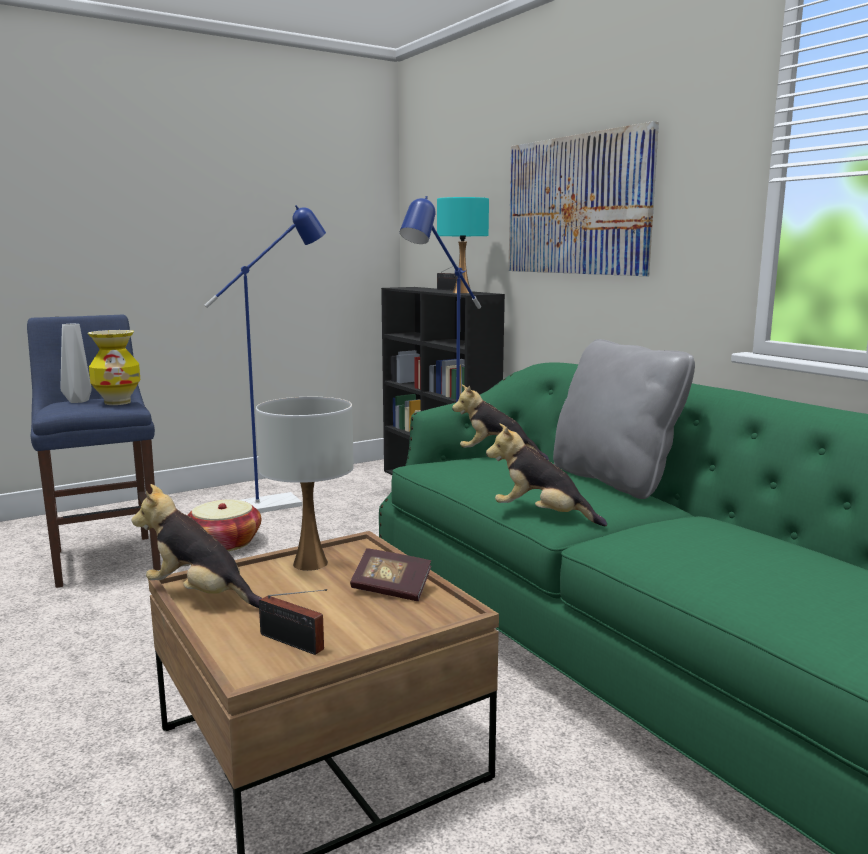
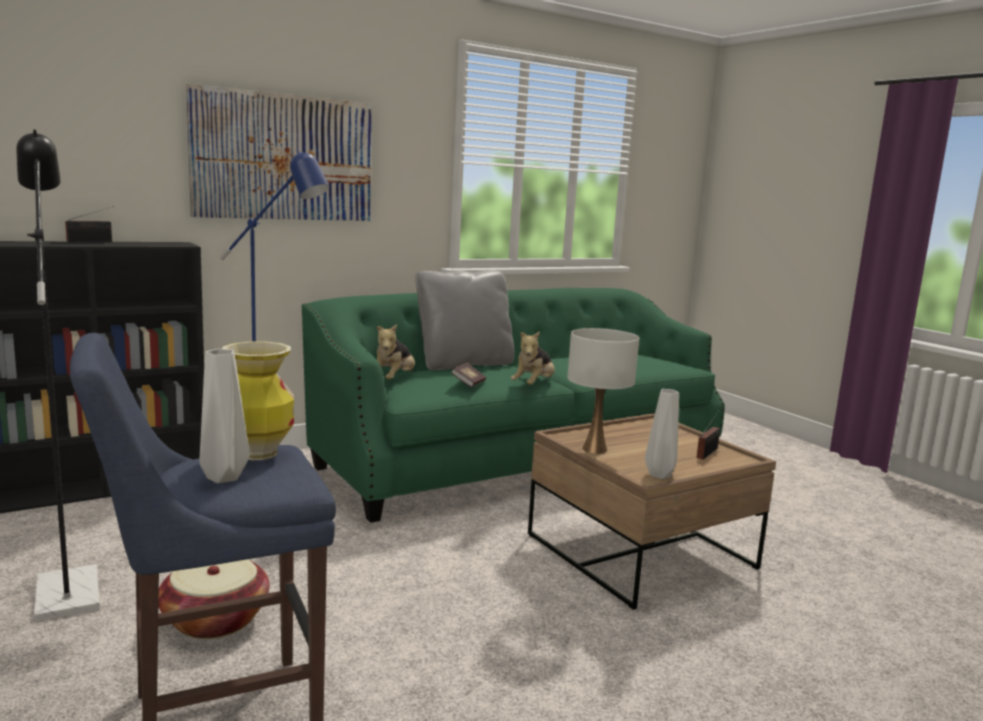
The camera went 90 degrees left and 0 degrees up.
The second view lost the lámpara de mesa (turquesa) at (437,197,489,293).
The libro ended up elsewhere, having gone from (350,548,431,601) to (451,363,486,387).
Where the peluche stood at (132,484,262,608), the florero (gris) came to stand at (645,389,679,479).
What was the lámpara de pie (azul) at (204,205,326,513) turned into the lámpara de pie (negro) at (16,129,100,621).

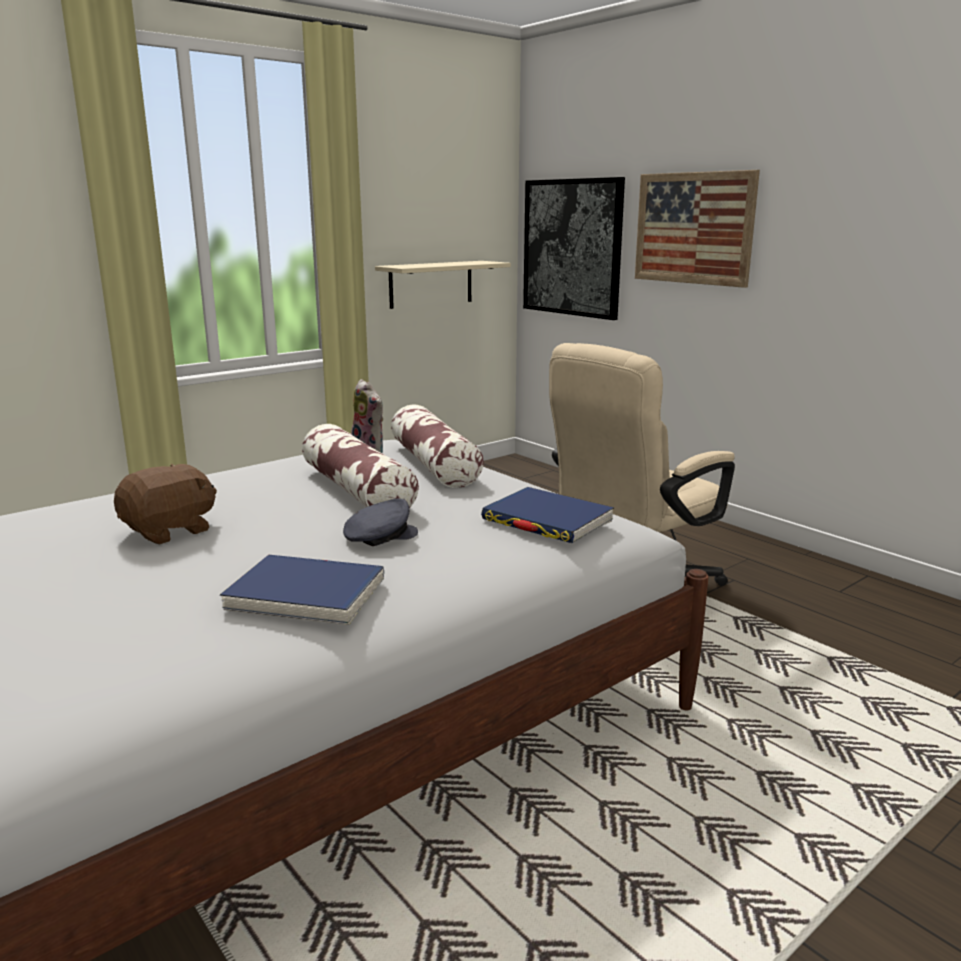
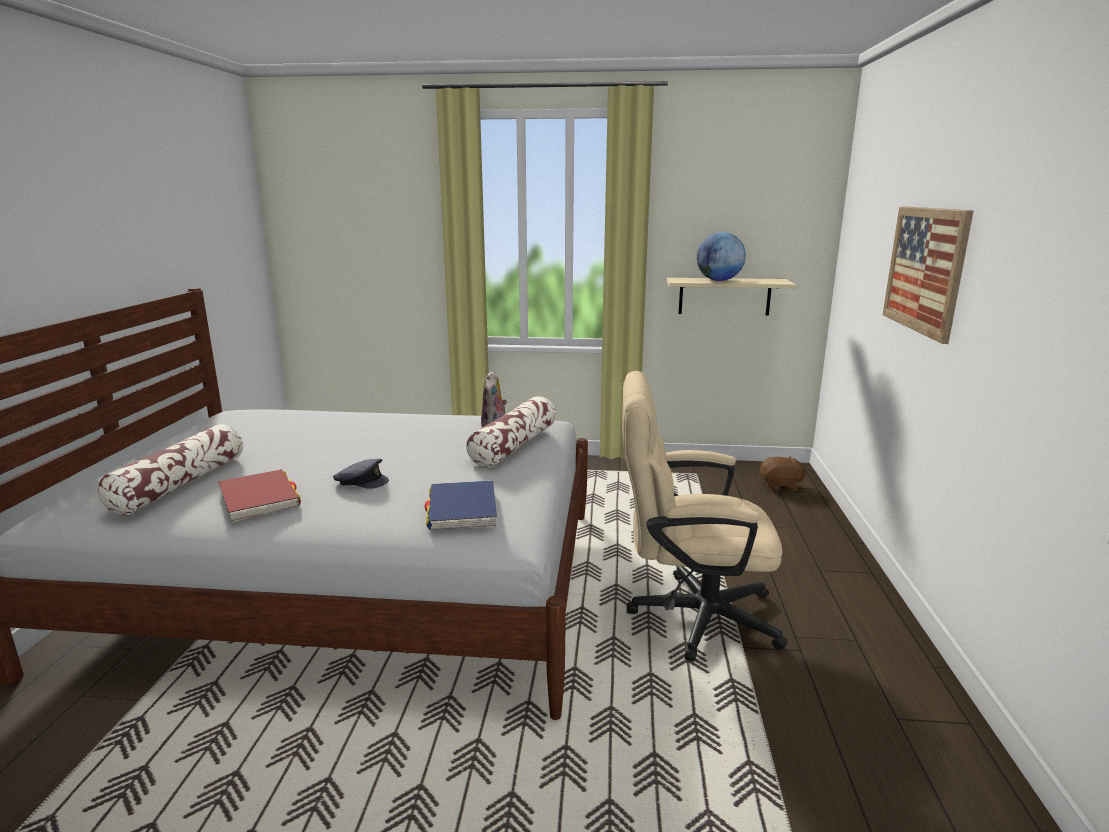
The camera went 45 degrees right and 0 degrees up.
The second view lost the cuadro at (523,177,625,320).
The second view gained the globo terráqueo at (697,232,746,281).
The peluche (marrón) ended up elsewhere, having gone from (114,464,217,544) to (760,456,807,491).
The cojín ended up elsewhere, having gone from (302,424,419,508) to (98,424,243,515).
What was the libro (azul) at (220,555,384,625) turned into the libro (rojo) at (218,469,301,522).

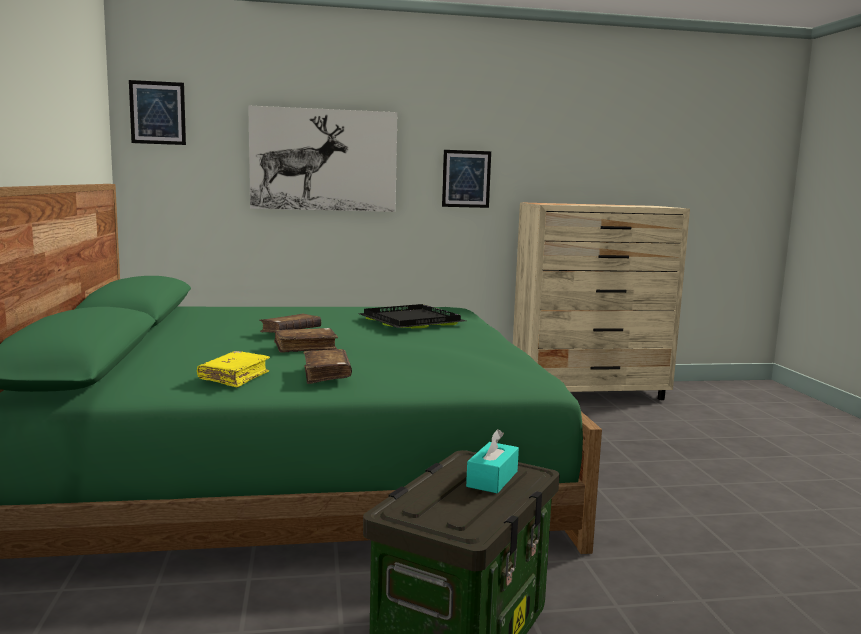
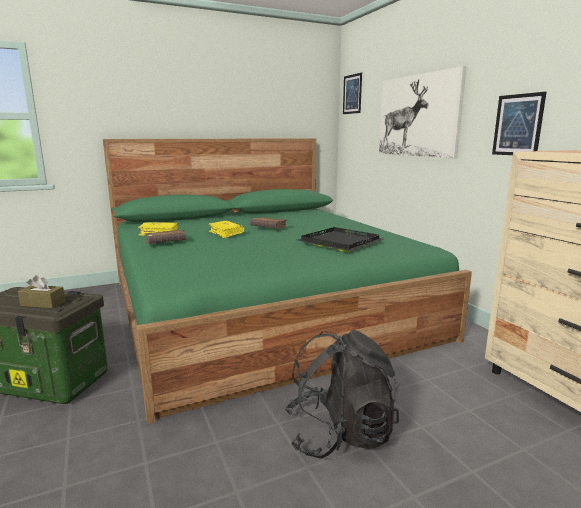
The camera went 75 degrees right and 5 degrees up.
The second view gained the mochila (negro) at (285,330,399,459).
What was the libro (marrón) at (274,328,338,353) turned into the libro (amarillo) at (208,221,244,238).
What was the caja de pañuelos (turquesa) at (466,429,519,493) turned into the caja de pañuelos (marrón) at (18,275,65,308).

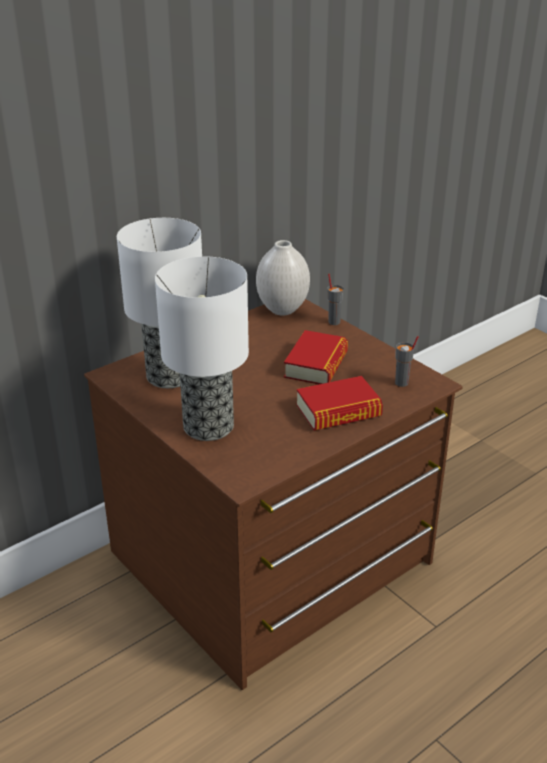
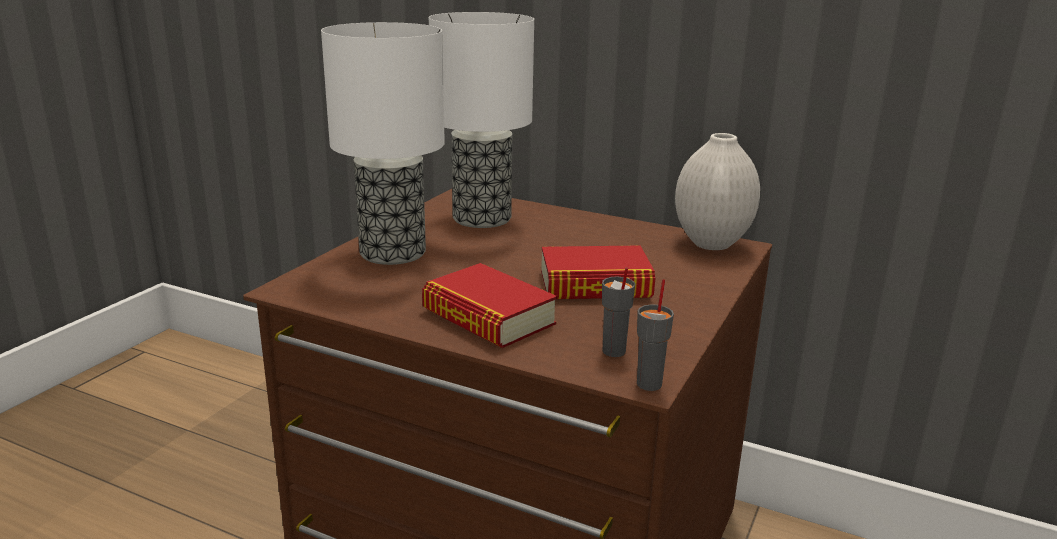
The camera went 65 degrees right and 10 degrees down.
The taza (gris) ended up elsewhere, having gone from (328,274,344,325) to (637,279,674,391).

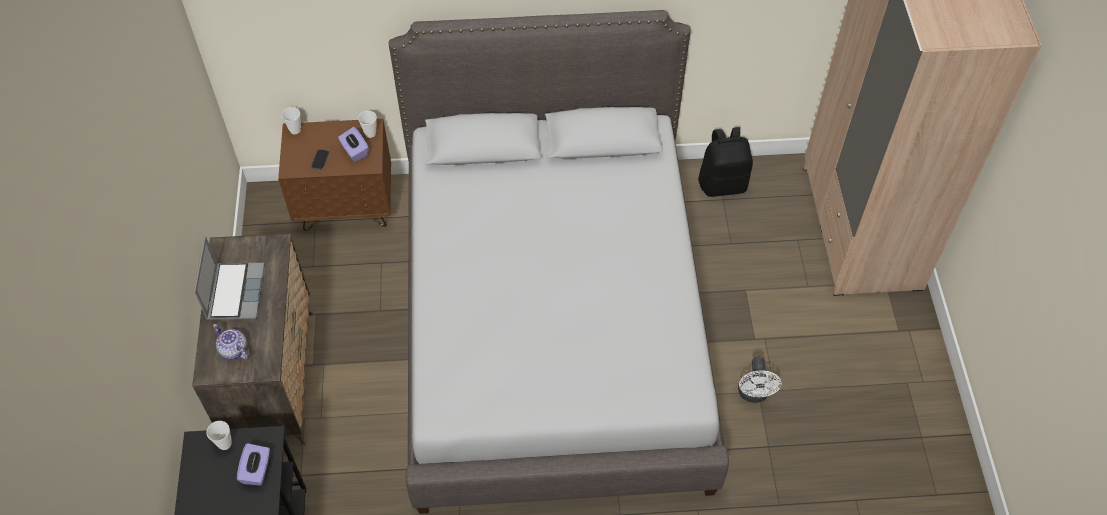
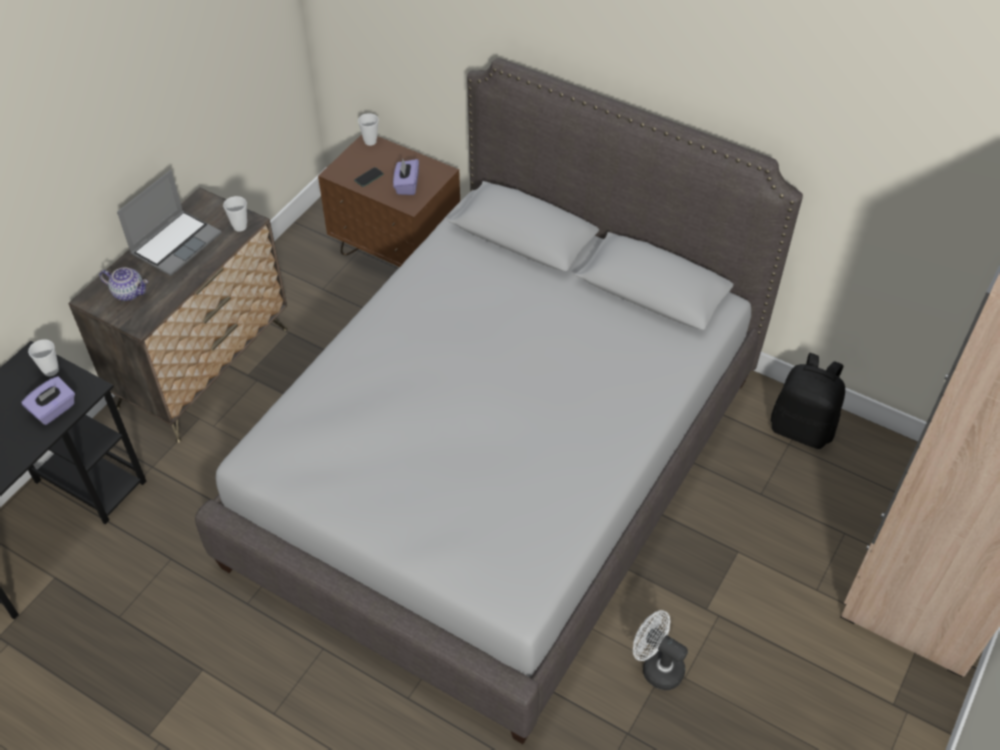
The camera went 35 degrees right and 5 degrees down.
The taza ended up elsewhere, having gone from (358,111,377,138) to (223,196,247,232).
The tetera at (213,324,248,360) ended up facing another way, 120 degrees clockwise from before.
The ventilador (blanco) at (738,357,782,403) ended up facing another way, 90 degrees clockwise from before.

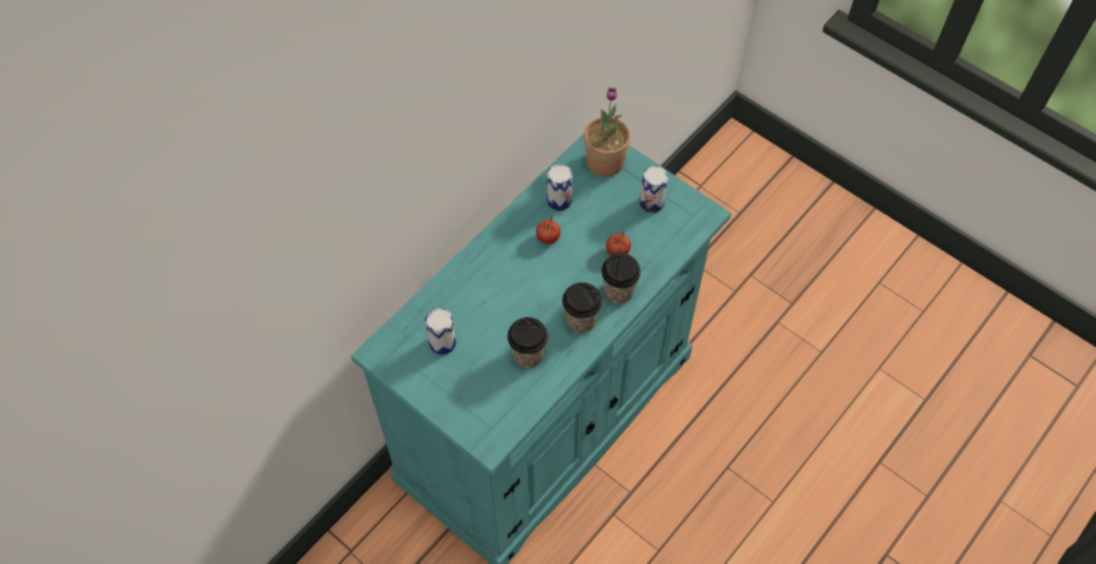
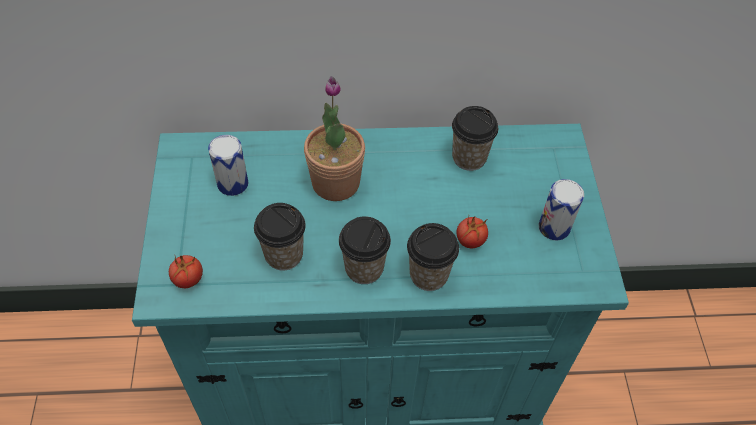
The camera went 45 degrees right and 5 degrees down.
The tomate ended up elsewhere, having gone from (536,217,561,244) to (169,254,203,288).
The planta en maceta ended up elsewhere, having gone from (584,87,631,177) to (304,76,365,201).
Where the lata stood at (547,164,573,211), the taza came to stand at (452,106,498,171).

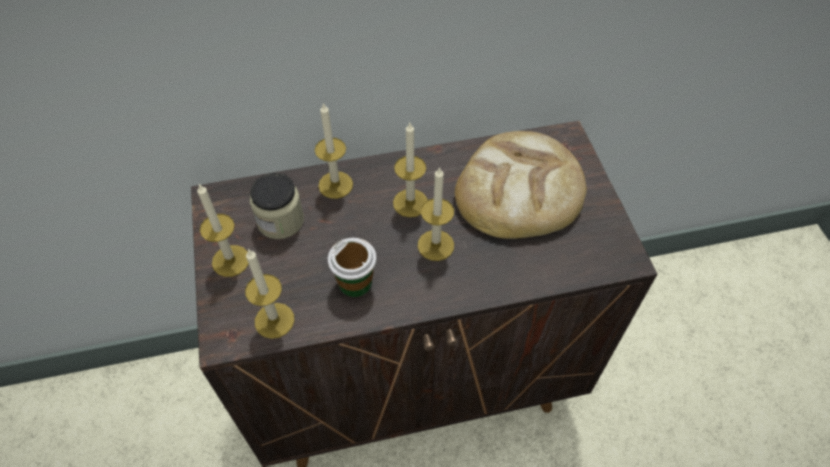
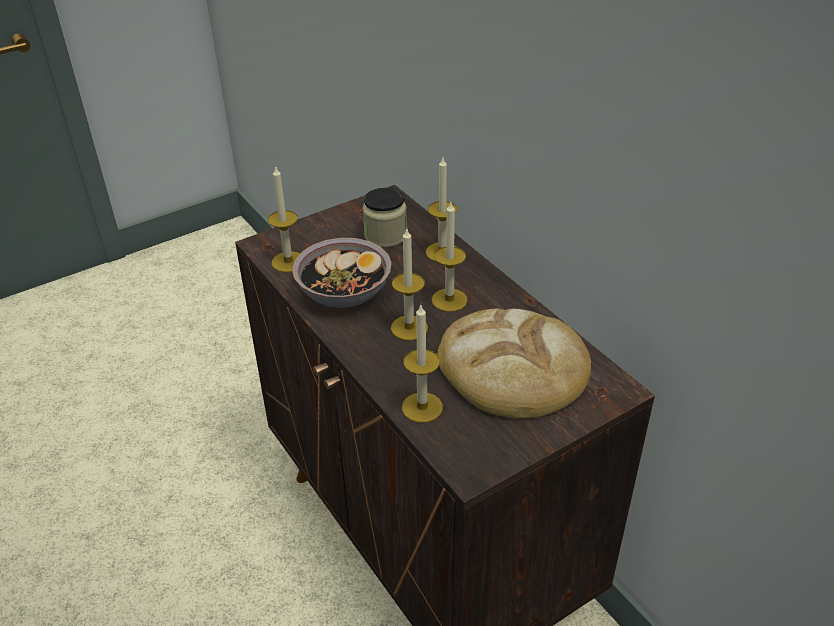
The camera went 70 degrees right and 15 degrees down.
The vela ended up elsewhere, having gone from (197,184,249,277) to (402,305,443,423).
Where the taza stood at (328,238,377,297), the cuenco came to stand at (292,238,392,308).

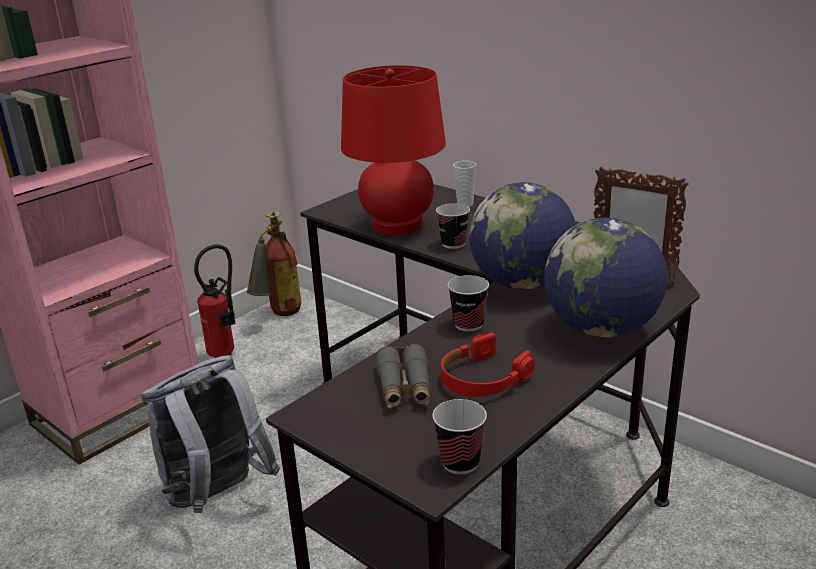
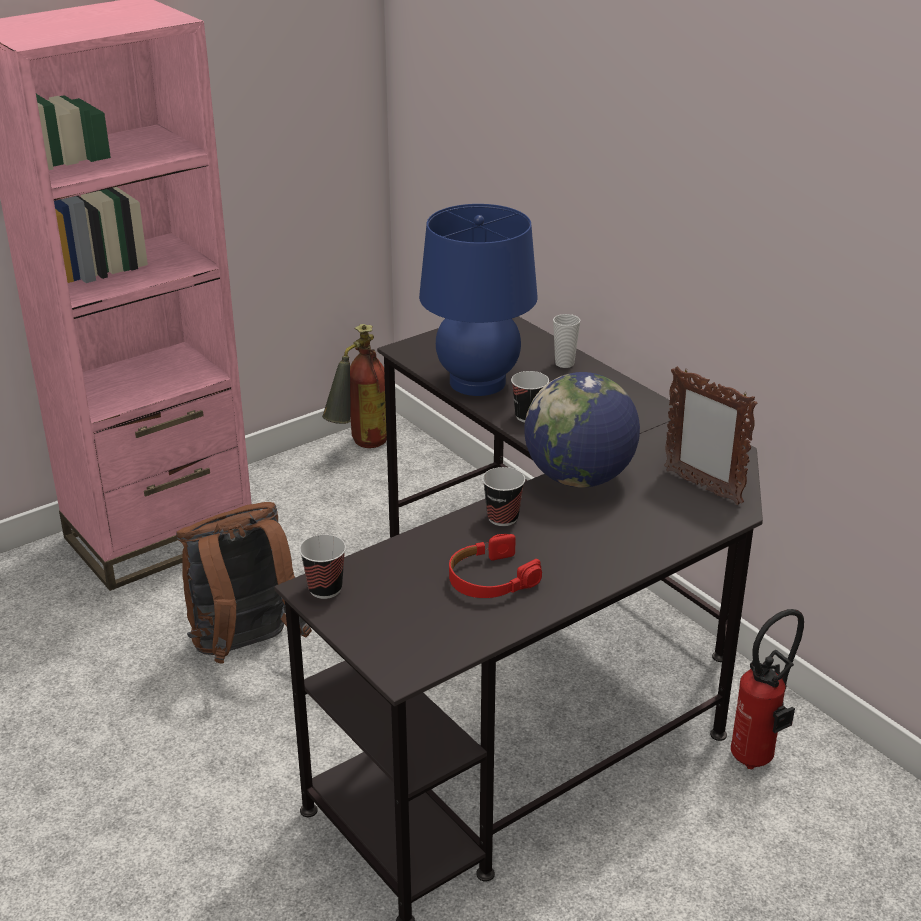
The camera went 10 degrees right and 5 degrees up.
The second view lost the prismáticos (gris) at (375,344,430,409).
The second view lost the globo terráqueo at (544,218,668,338).
The extintor ended up elsewhere, having gone from (194,244,236,358) to (731,609,804,769).
The taza ended up elsewhere, having gone from (432,399,487,474) to (299,535,346,599).
What was the mochila (gris) at (141,355,280,513) turned into the mochila (marrón) at (176,502,312,664).
What was the lámpara de mesa (rojo) at (341,65,446,235) turned into the lámpara de mesa (azul) at (419,204,538,396).

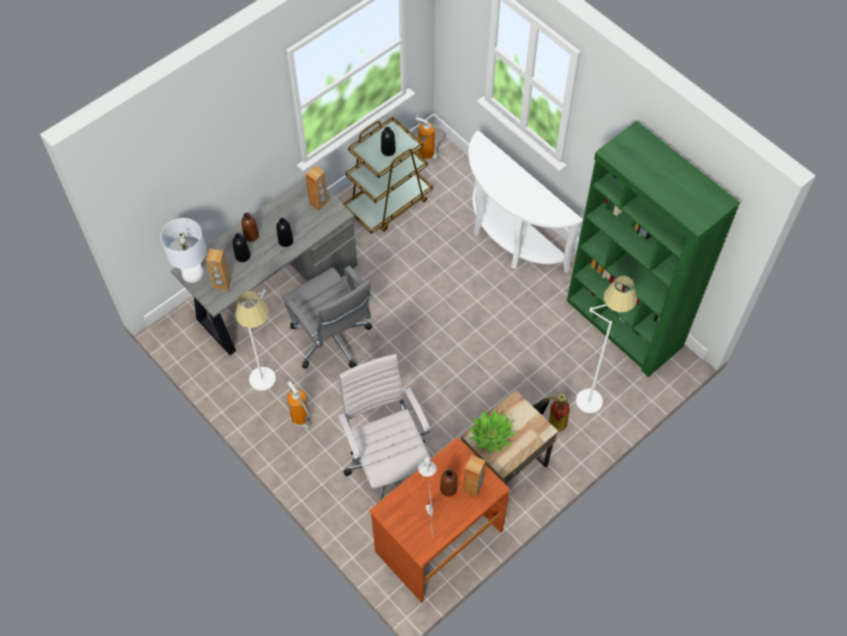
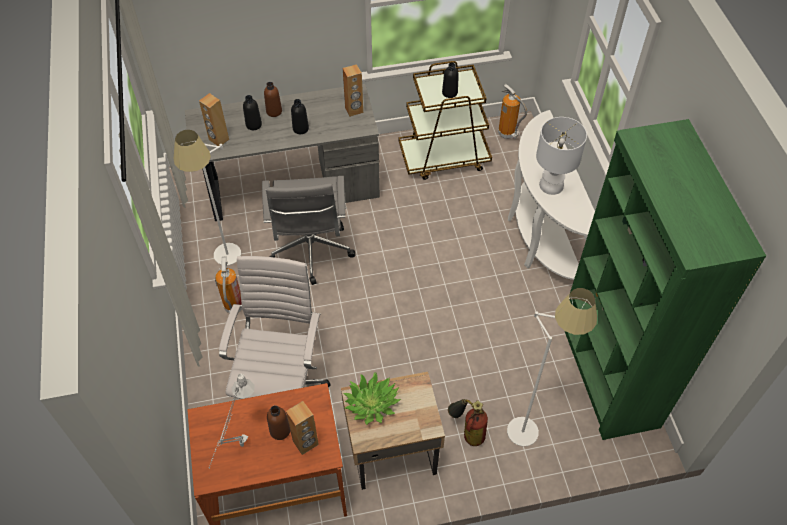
The camera went 30 degrees right and 5 degrees down.
The lámpara de mesa (blanco) ended up elsewhere, having gone from (160,218,207,283) to (536,117,587,195).

